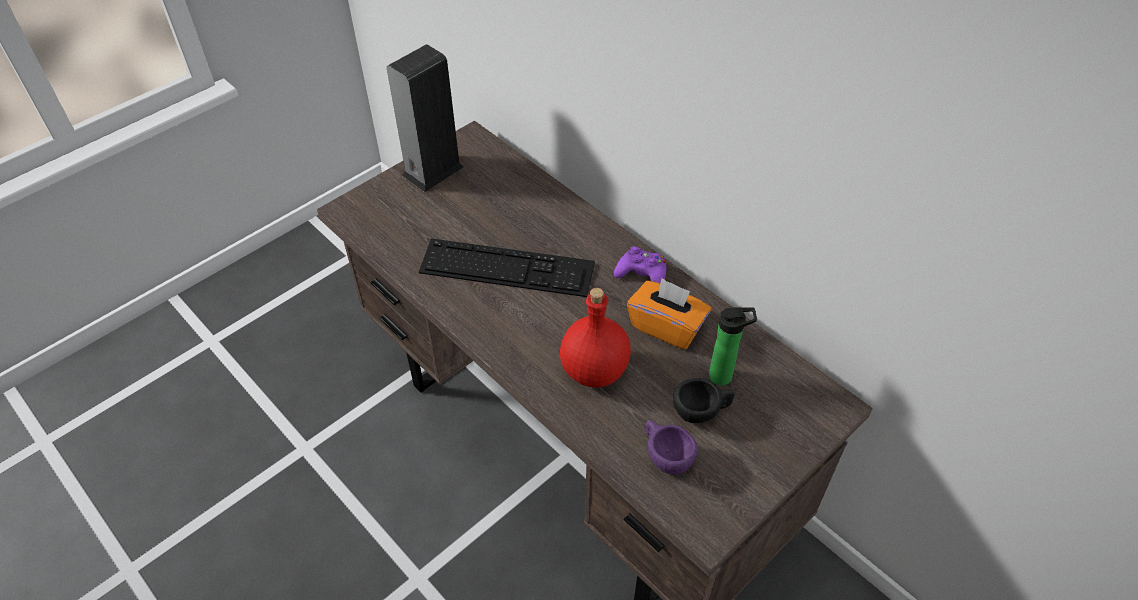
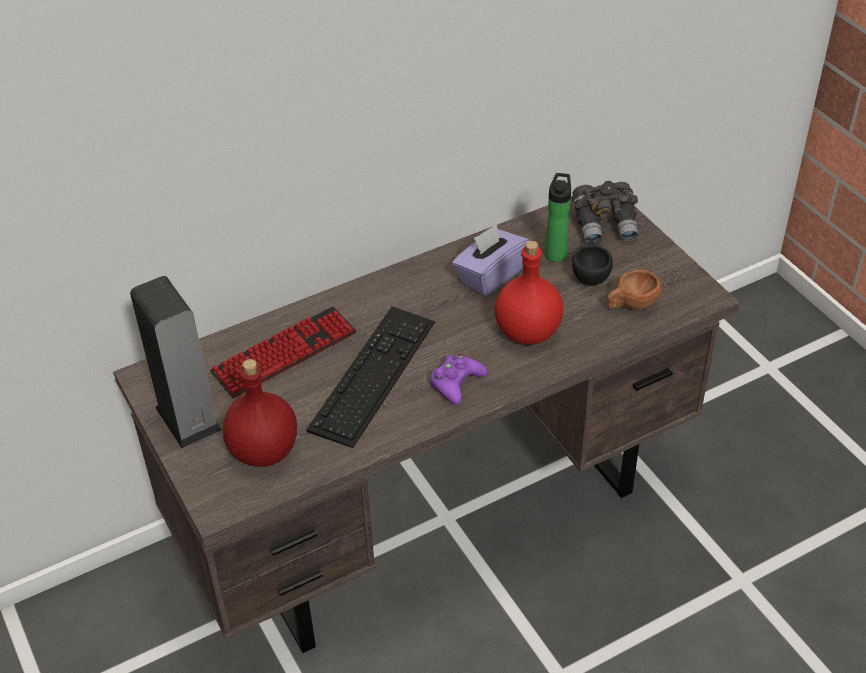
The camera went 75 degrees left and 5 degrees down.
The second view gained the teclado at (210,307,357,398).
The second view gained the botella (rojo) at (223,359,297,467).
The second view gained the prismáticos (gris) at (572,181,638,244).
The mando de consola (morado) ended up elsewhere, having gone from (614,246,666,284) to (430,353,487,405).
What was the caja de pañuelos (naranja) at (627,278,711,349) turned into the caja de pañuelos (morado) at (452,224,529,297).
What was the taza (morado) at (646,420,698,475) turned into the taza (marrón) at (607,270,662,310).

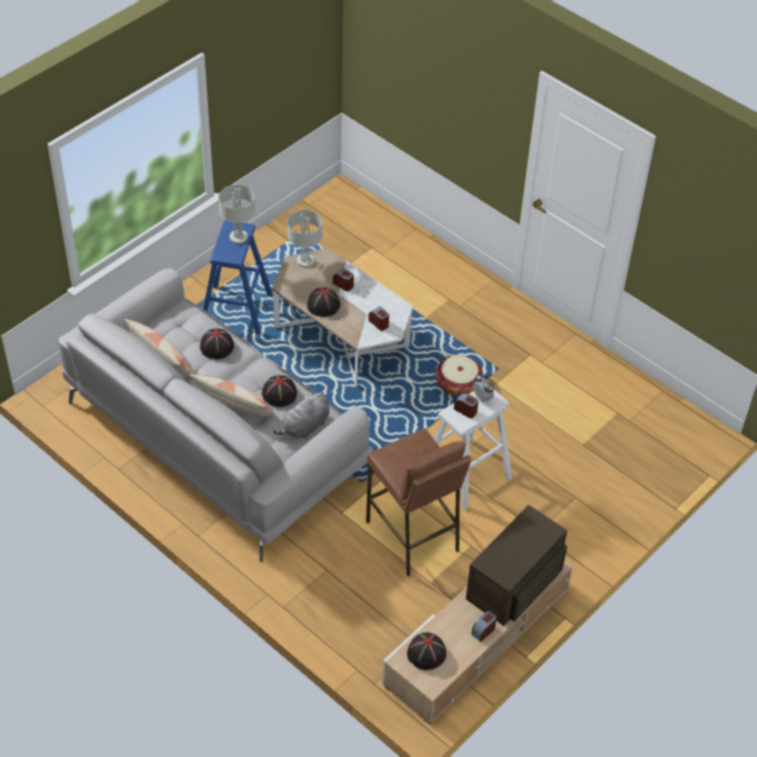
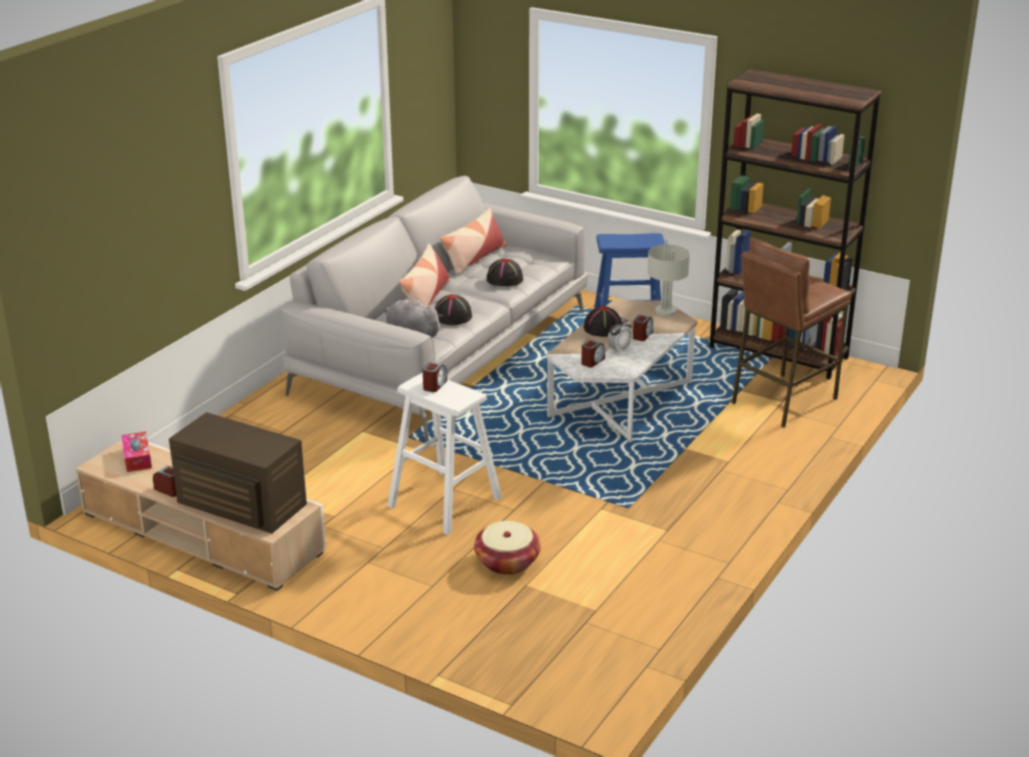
The camera went 80 degrees right and 20 degrees down.
The second view lost the lámpara de mesa (gris) at (218,185,255,244).
The second view gained the estantería (marrón) at (710,69,881,379).
The taburete (marrón) ended up elsewhere, having gone from (366,428,471,576) to (732,238,851,428).
The cesta ended up elsewhere, having gone from (436,355,483,396) to (474,521,541,575).
The despertador ended up elsewhere, having gone from (473,374,494,402) to (607,318,633,353).
Where the sombrero (negro) stood at (407,632,446,670), the caja de pañuelos came to stand at (122,432,152,472).

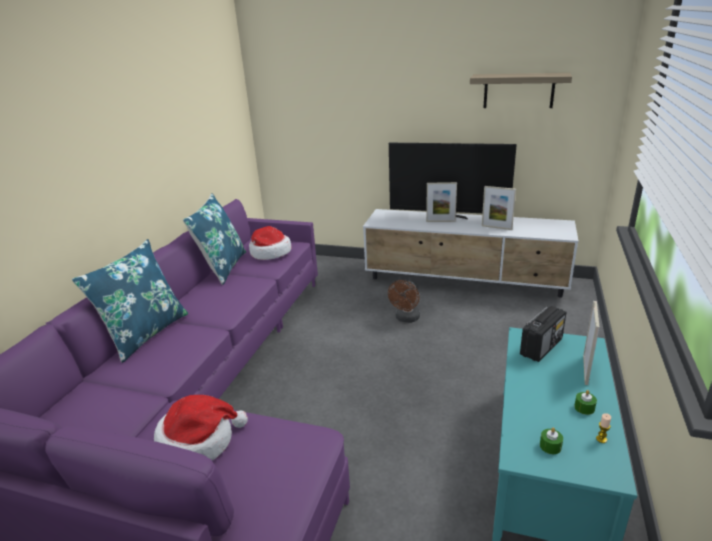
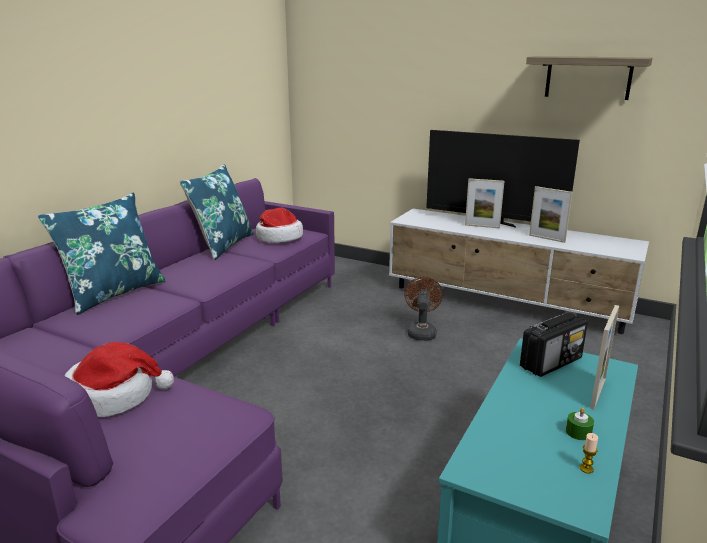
The camera went 10 degrees right and 5 degrees down.
The second view lost the vela (verde) at (540,427,563,454).
The ventilador (marrón) at (388,280,420,323) ended up facing another way, 150 degrees clockwise from before.

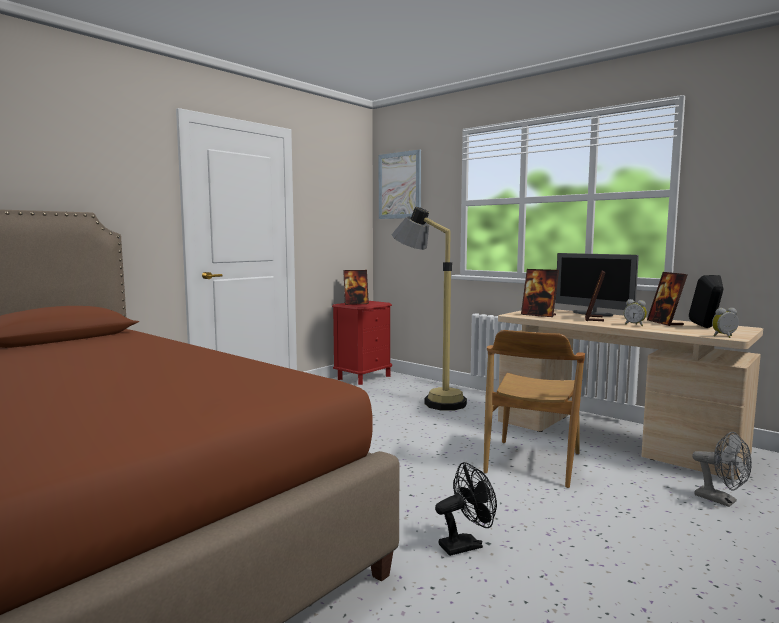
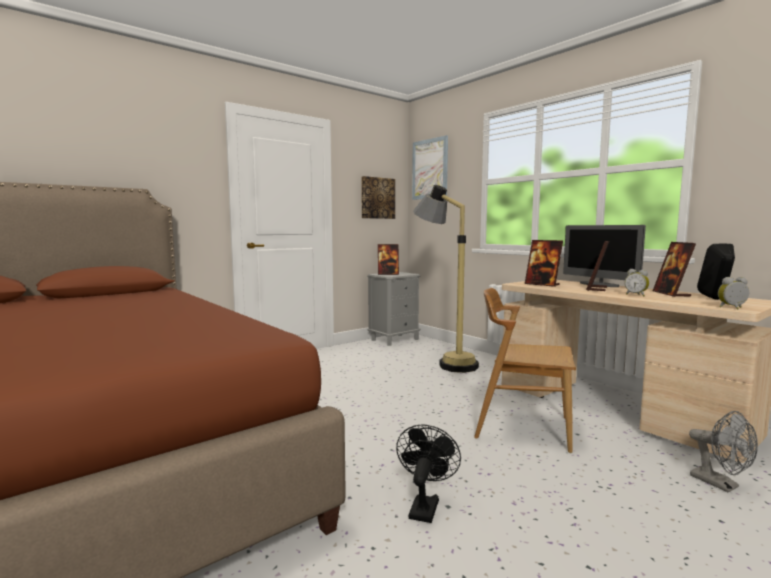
The camera went 10 degrees right and 0 degrees up.
The second view gained the cuadro at (361,176,395,219).
What was the mesita de noche (rojo) at (332,301,392,385) turned into the mesita de noche (gris) at (367,272,421,346).
The ventilador (negro) at (435,462,497,556) ended up facing another way, 60 degrees counterclockwise from before.
The silla (marrón) at (483,330,585,488) ended up facing another way, 75 degrees clockwise from before.

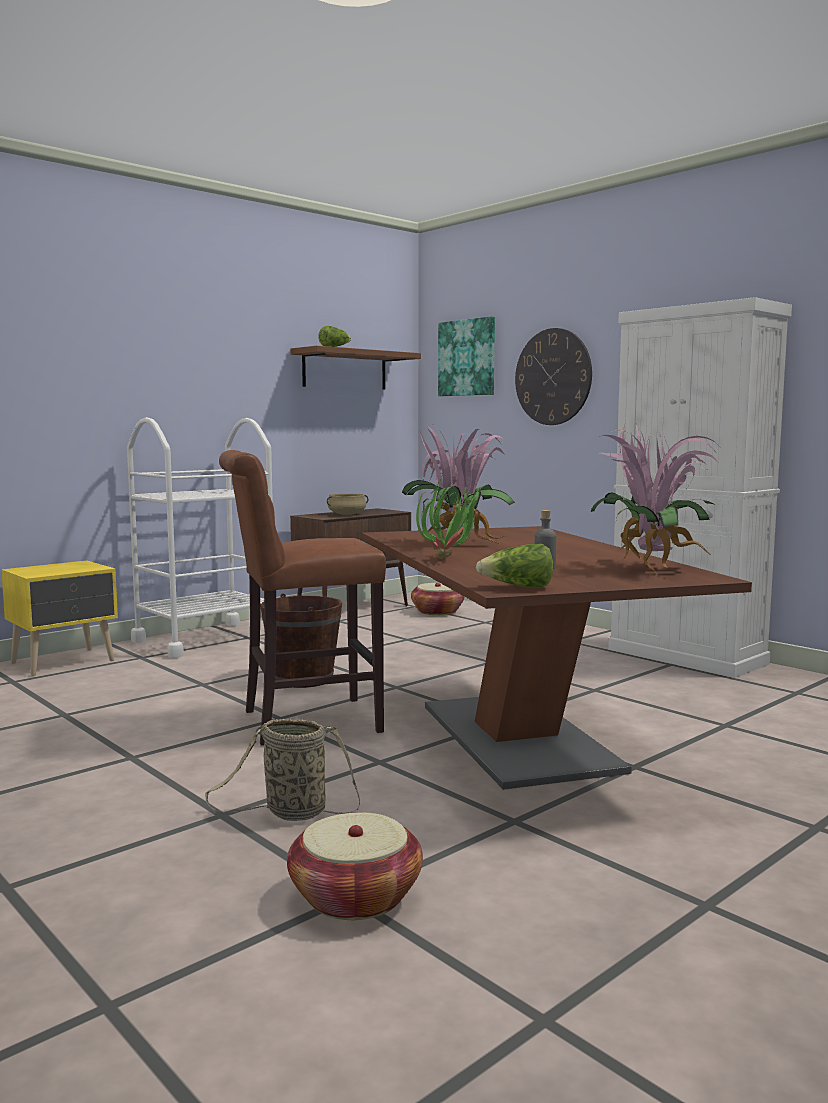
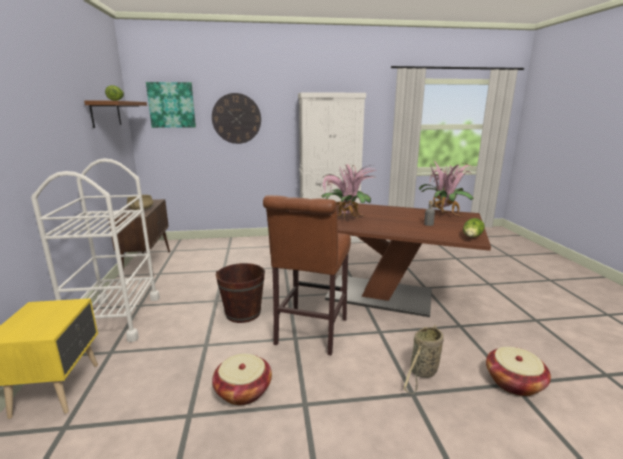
The camera went 55 degrees left and 10 degrees up.
The second view lost the planta en maceta at (416,477,481,559).
The cesta ended up elsewhere, having gone from (411,583,464,615) to (212,354,272,405).

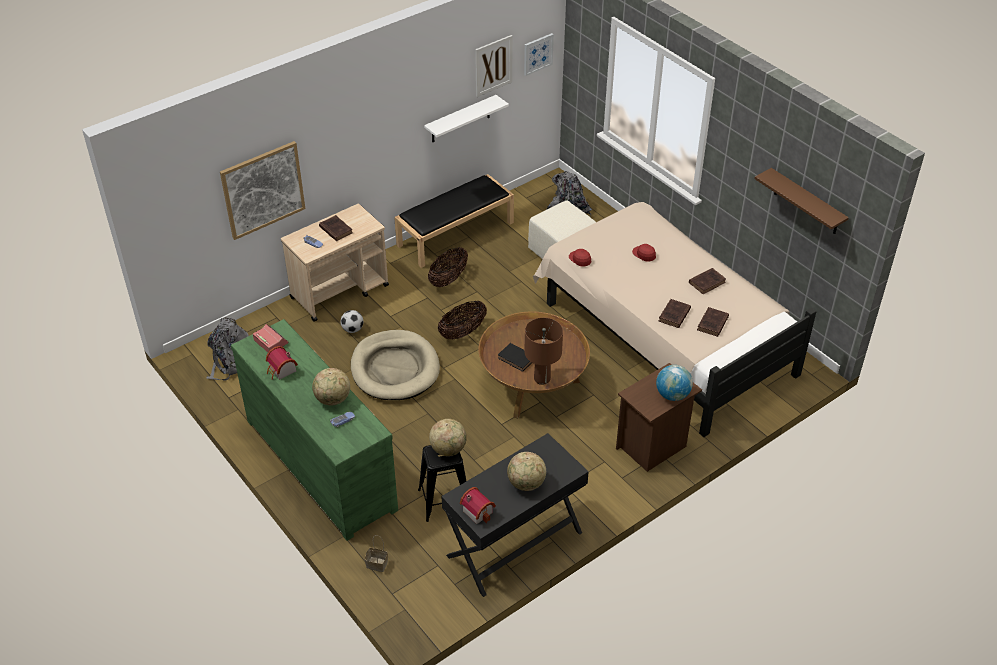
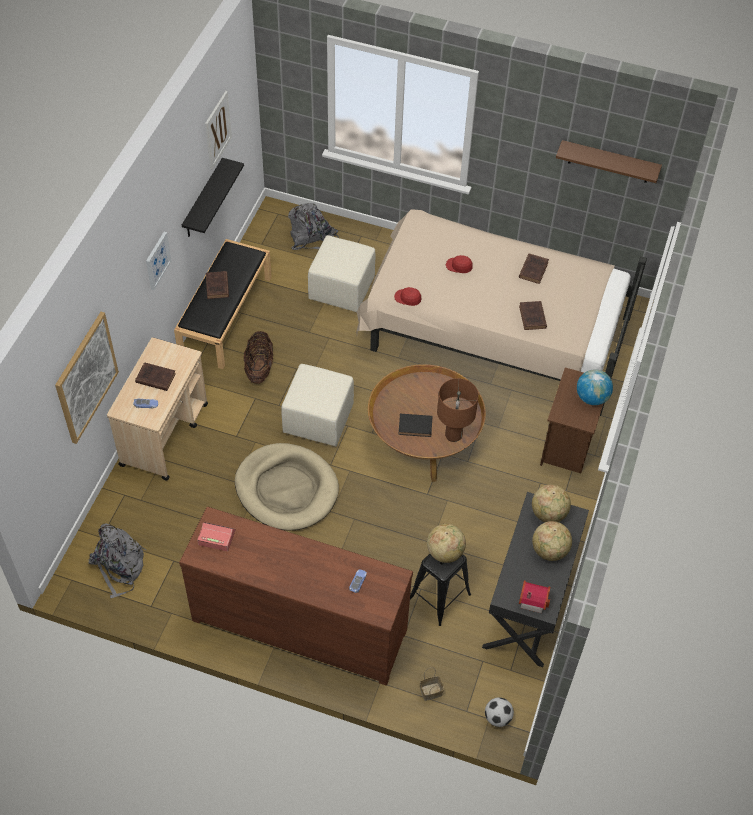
The camera went 35 degrees left and 10 degrees up.
The second view lost the casita at (266,346,298,380).
The globo terráqueo ended up elsewhere, having gone from (312,368,350,405) to (532,485,571,522).
The balón de fútbol ended up elsewhere, having gone from (341,310,363,333) to (485,697,514,727).
The cuadro ended up elsewhere, having gone from (524,33,554,76) to (146,232,171,290).
The libro (marrón) ended up elsewhere, having gone from (697,307,729,337) to (206,271,229,299).
Where the cesta stood at (438,300,487,340), the puf (beis) came to stand at (281,364,354,446).
What was the cómoda (verde) at (231,319,398,541) turned into the cómoda (marrón) at (179,507,413,685).
What was the estante (blanco) at (424,95,509,142) turned into the estante (negro) at (182,158,244,237).

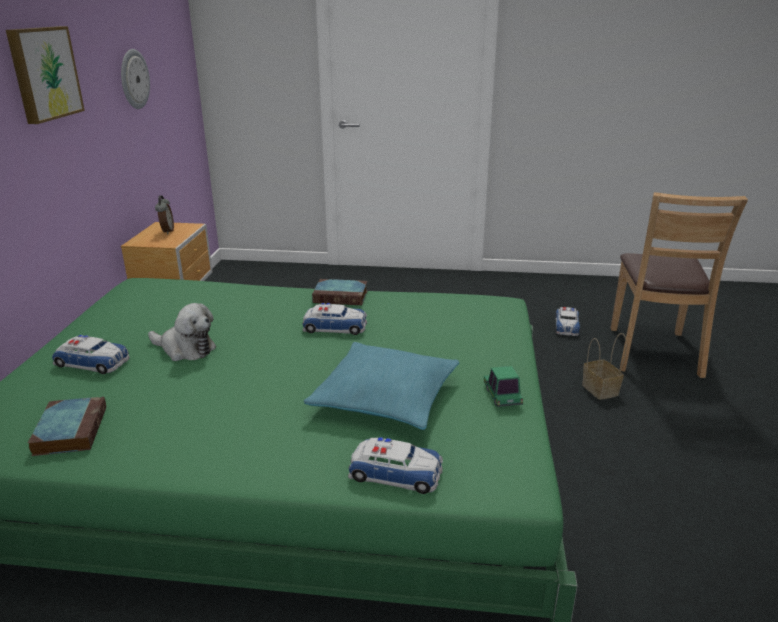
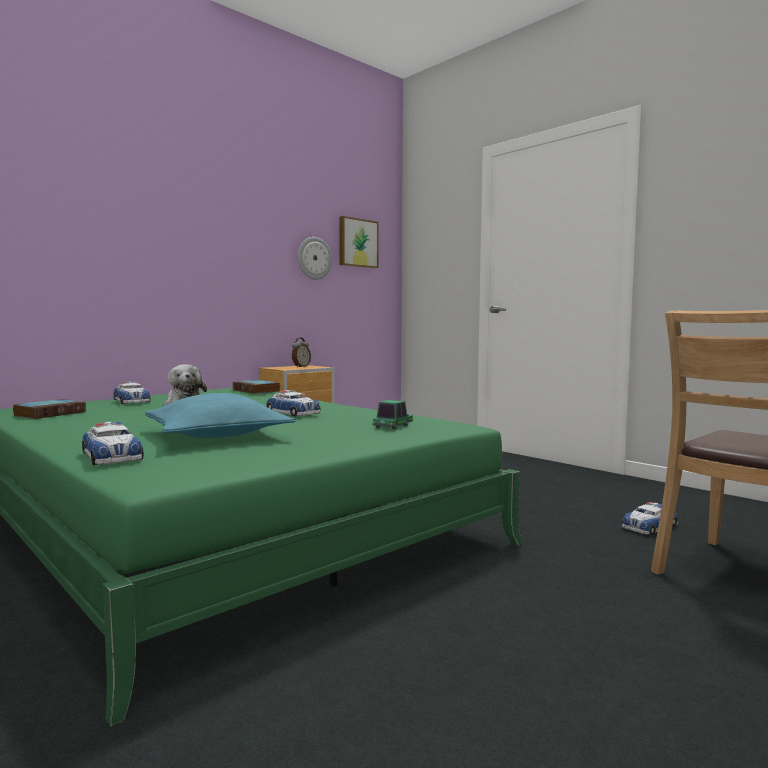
The camera went 40 degrees right and 20 degrees down.
The second view lost the cesta at (582,333,627,400).
The cuadro ended up elsewhere, having gone from (6,26,85,124) to (339,216,379,268).
The libro ended up elsewhere, having gone from (312,279,368,305) to (233,380,280,394).
The coche de juguete ended up elsewhere, having gone from (484,366,523,407) to (373,400,413,429).

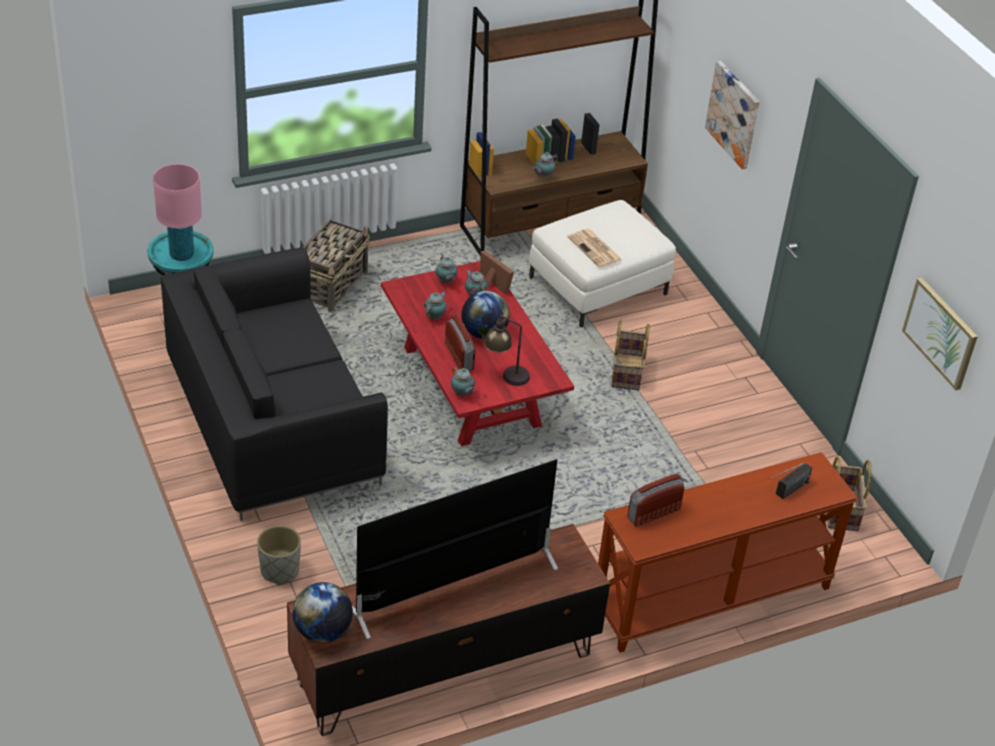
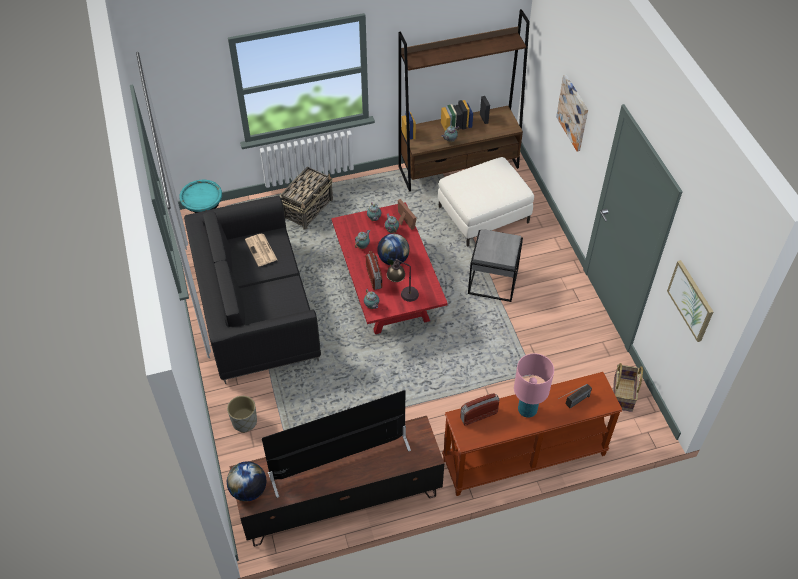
The camera went 10 degrees right and 10 degrees up.
The lámpara de mesa (rosa) ended up elsewhere, having gone from (153,164,202,261) to (514,353,554,418).
The periódico ended up elsewhere, having gone from (567,229,622,267) to (245,234,277,266).
Where the cesta stood at (611,320,650,391), the mesa auxiliar (gris) came to stand at (468,229,523,302).

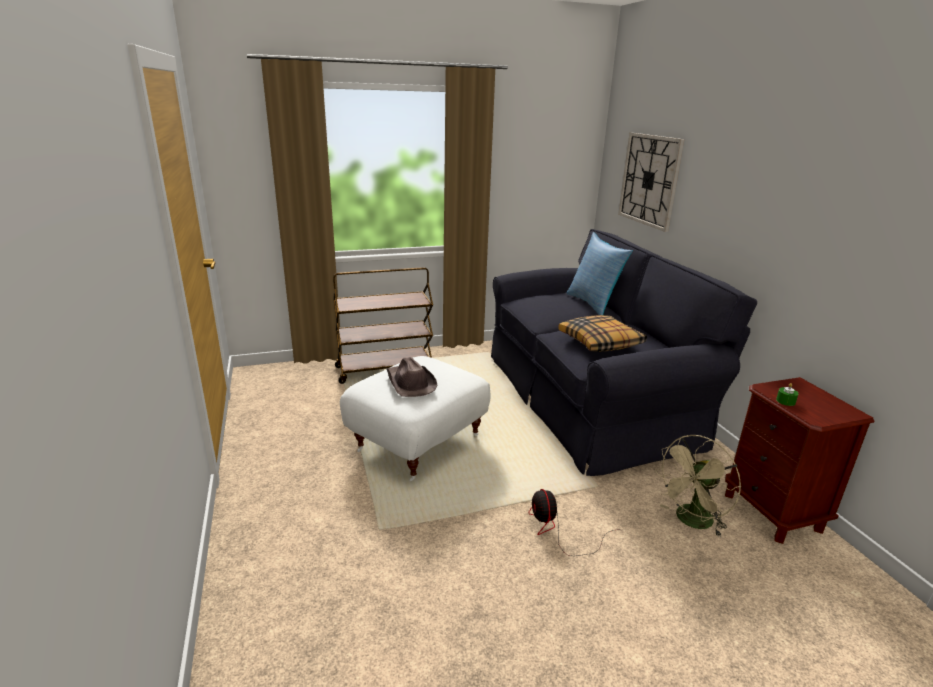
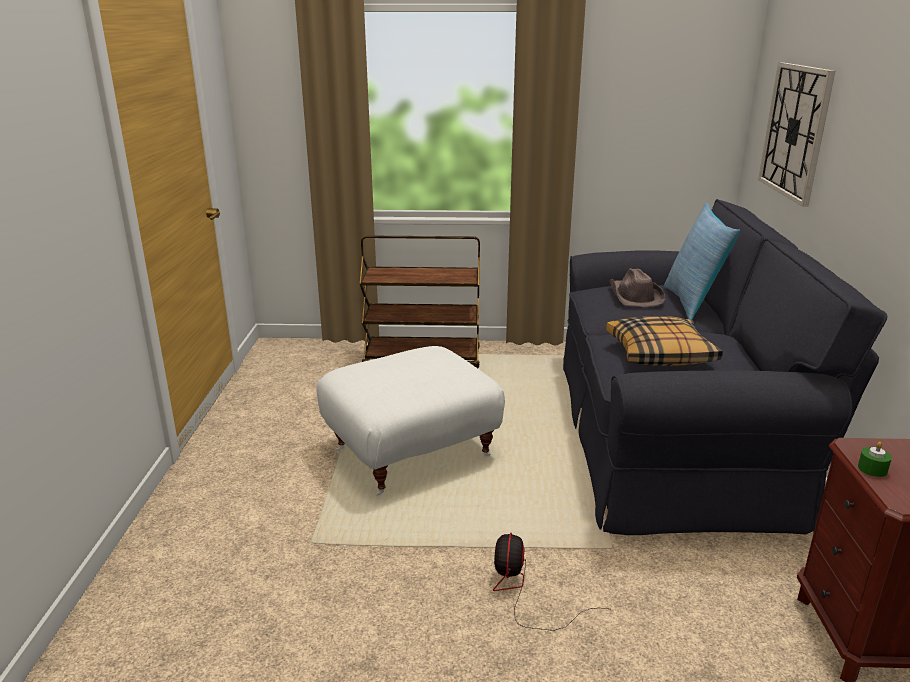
The camera went 20 degrees right and 0 degrees up.
The second view lost the ventilador (beis) at (655,435,741,537).
The sombrero (marrón) ended up elsewhere, having gone from (386,357,437,397) to (609,268,665,307).

